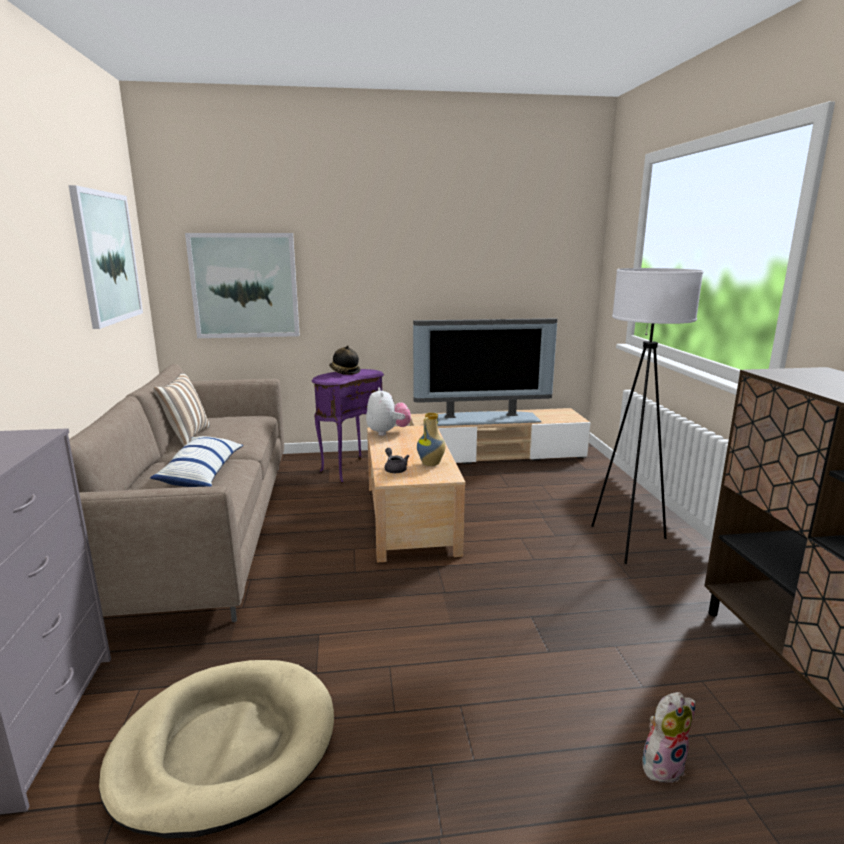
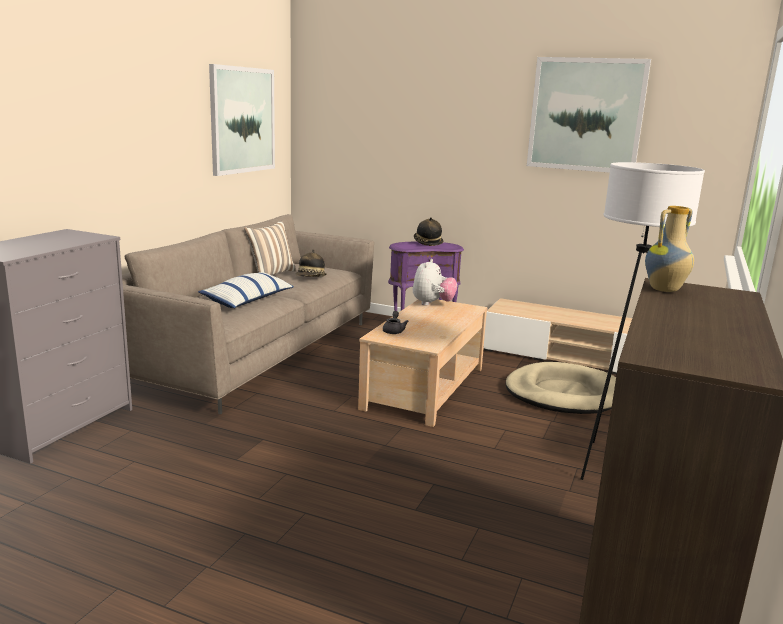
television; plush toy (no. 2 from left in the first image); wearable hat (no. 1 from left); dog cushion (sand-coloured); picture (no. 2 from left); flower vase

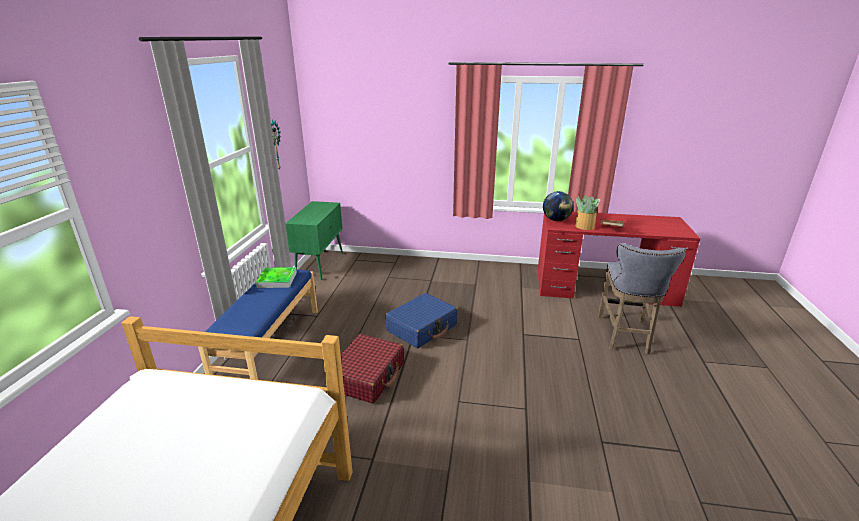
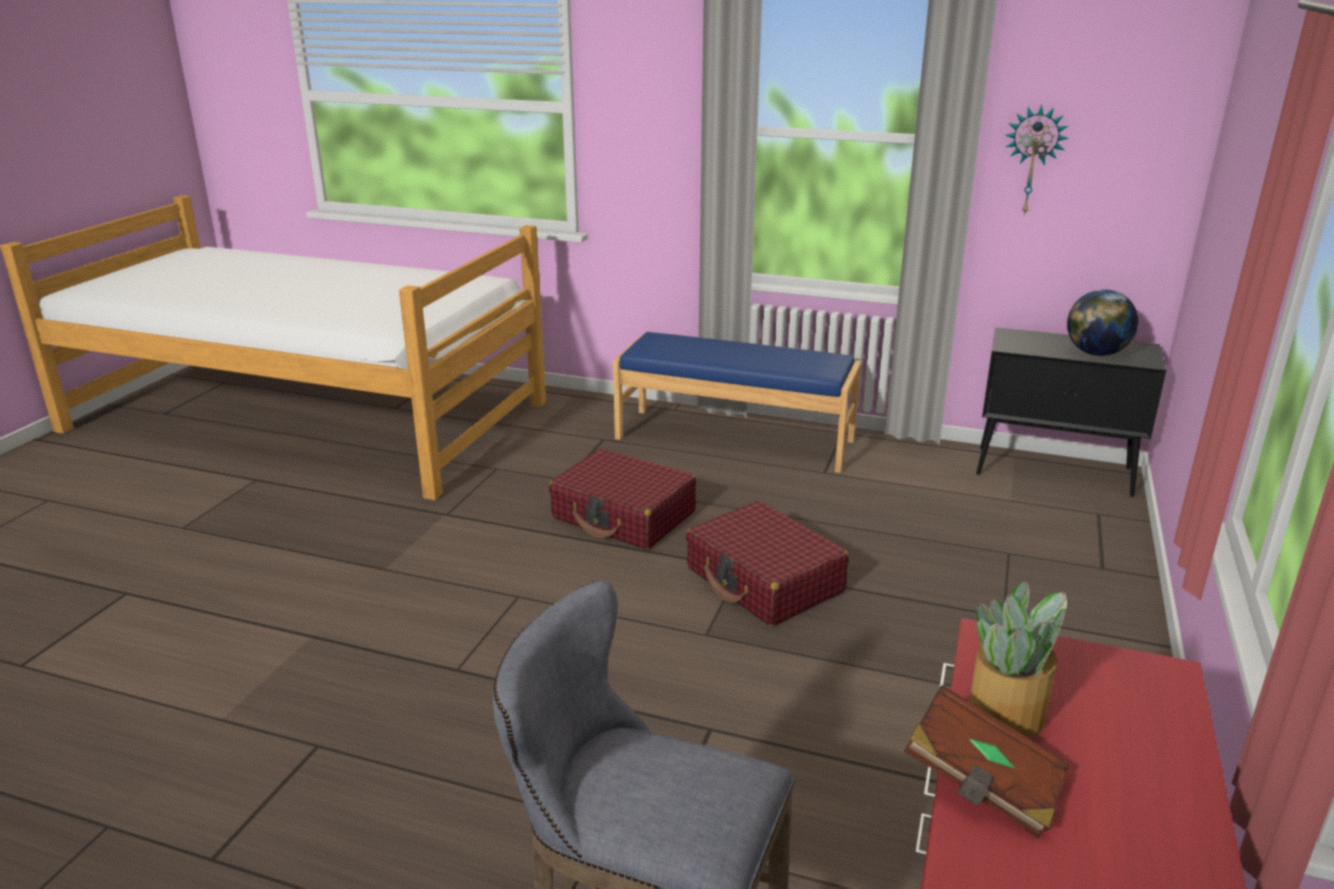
carrying tray; world globe; cabinet (black-coloured); travel case (red-coloured) (no. 2 from left)

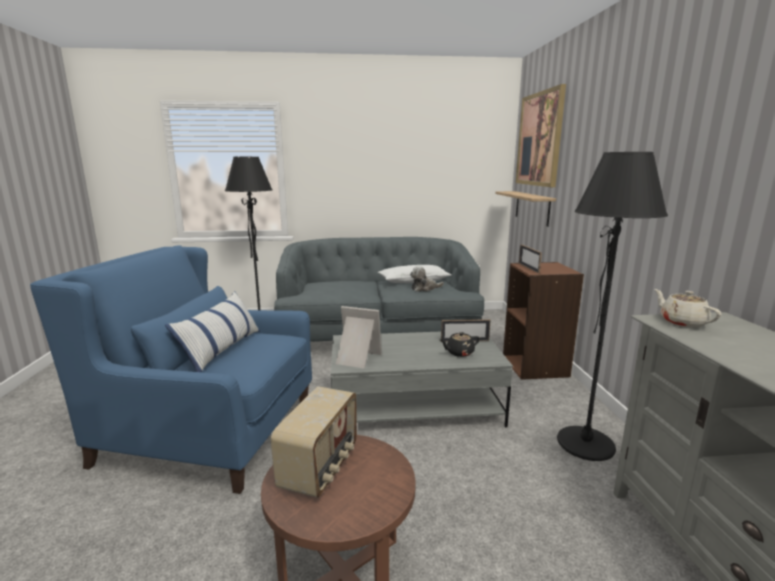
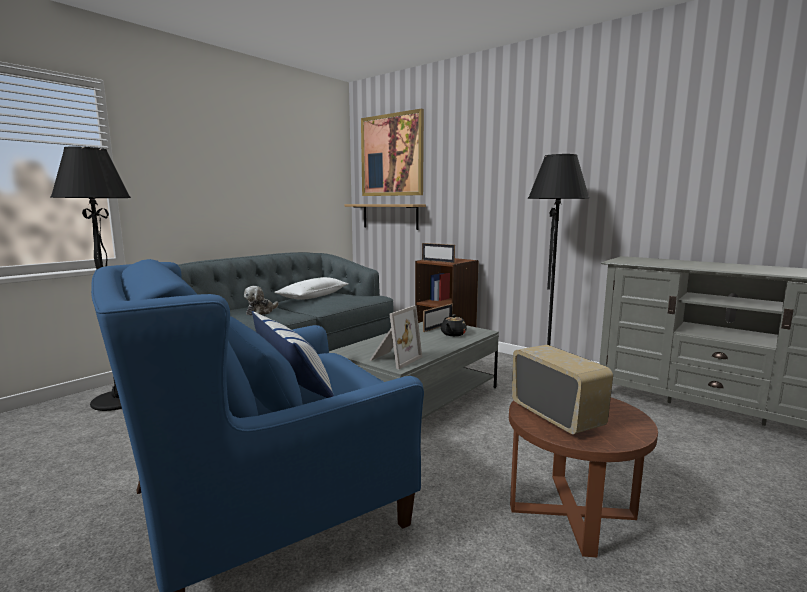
pot for tea (sand-coloured); plush toy; standing frame (no. 1 from left)

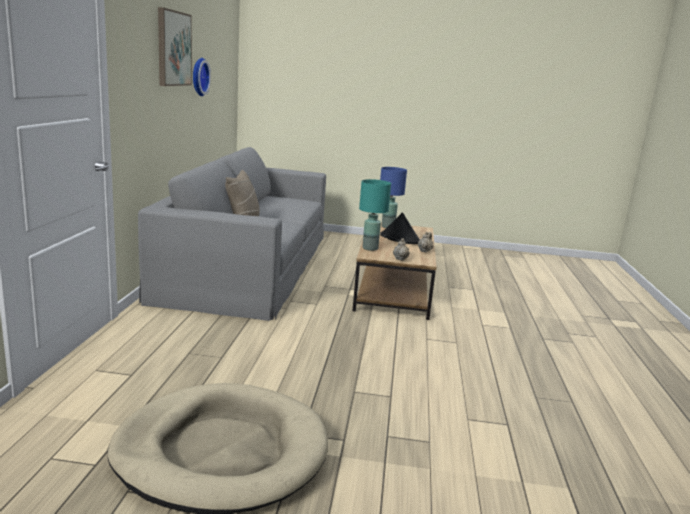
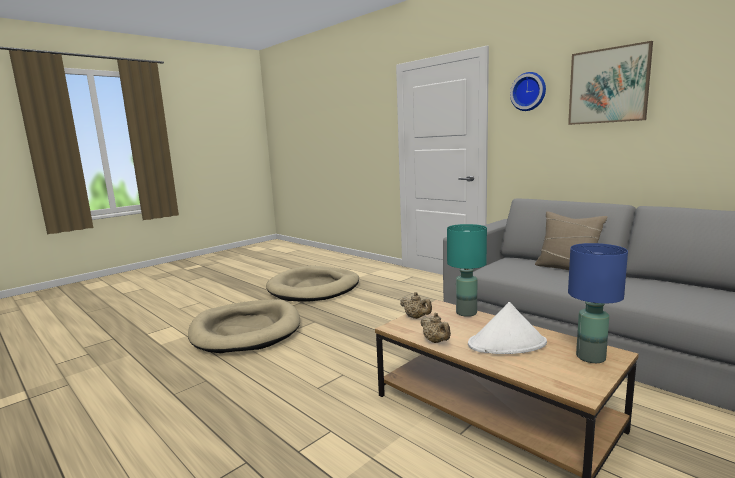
dog cushion (sand-coloured) (no. 1 from left); hanging clock; wearable hat (white-coloured)

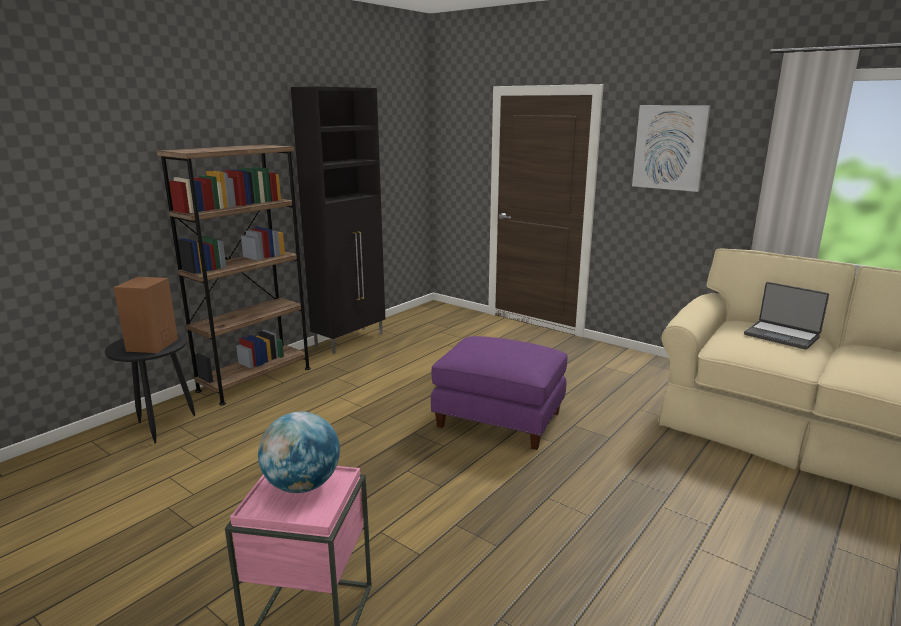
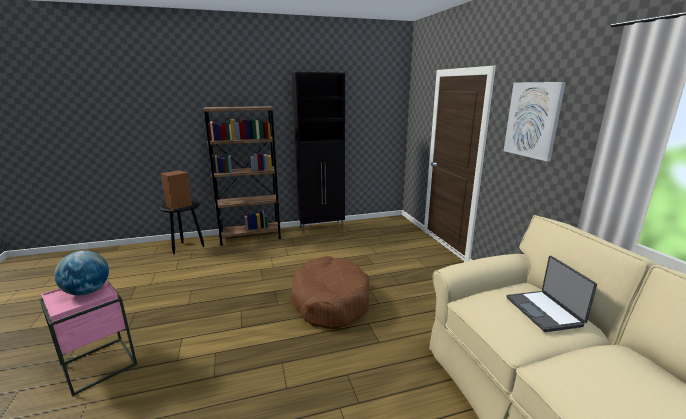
dog cushion (brown)

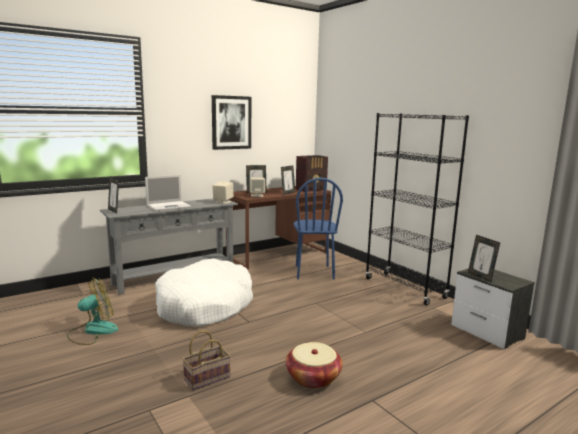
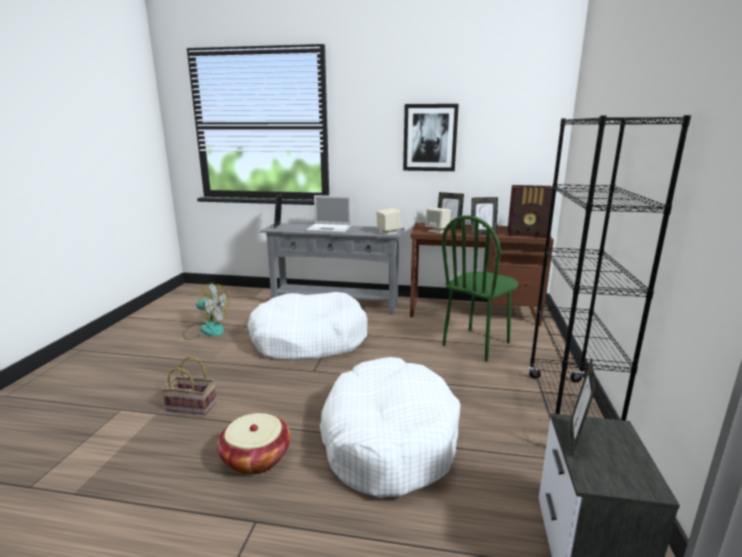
dog cushion (white-coloured) (no. 2 from left); plain chair (green)

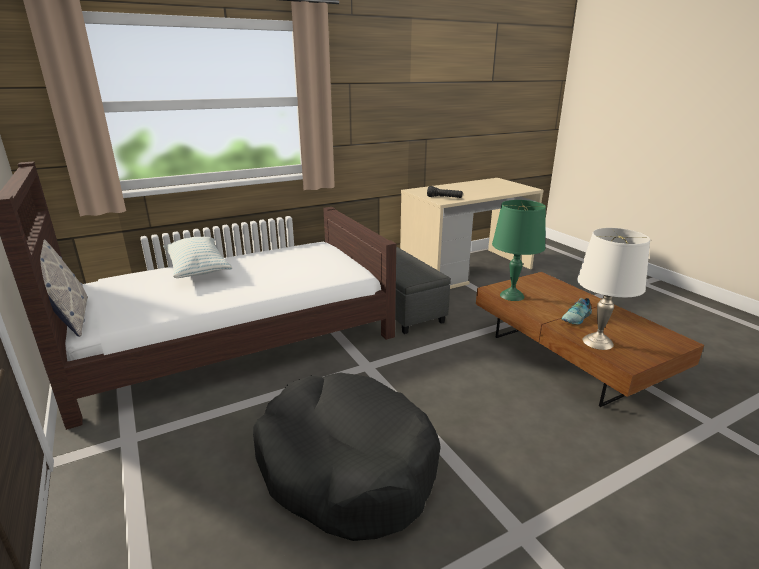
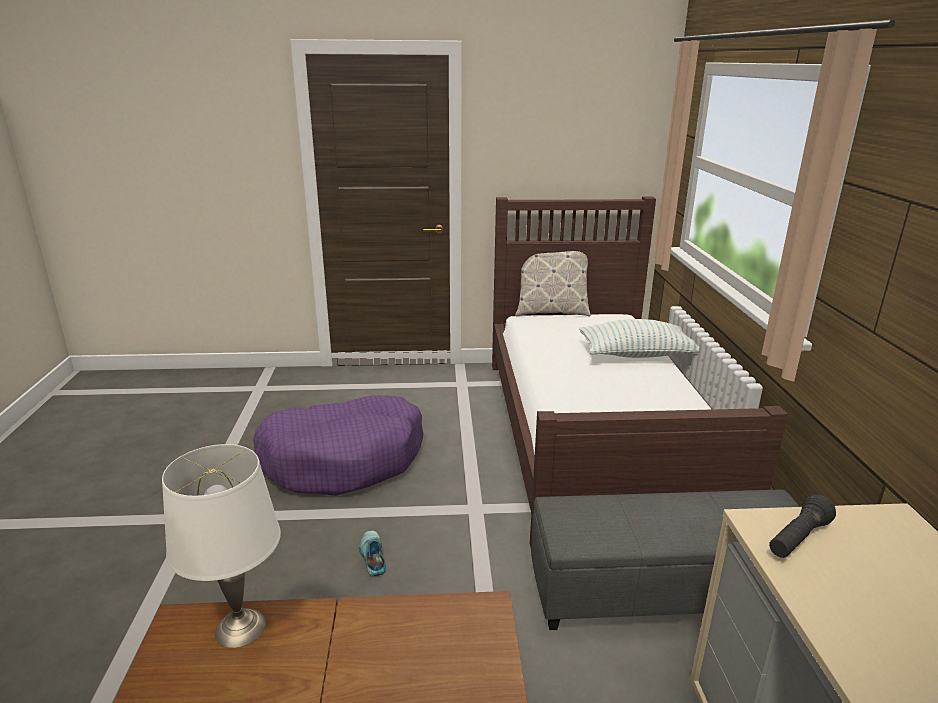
lamp for a table (green); low shoe; dog cushion (purplish)

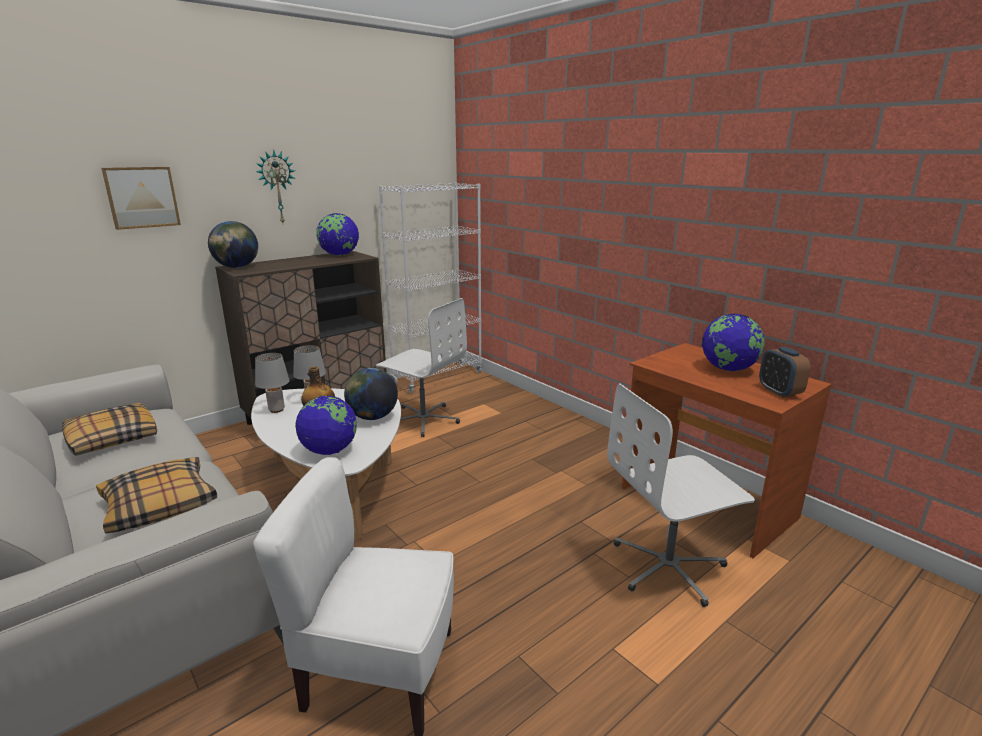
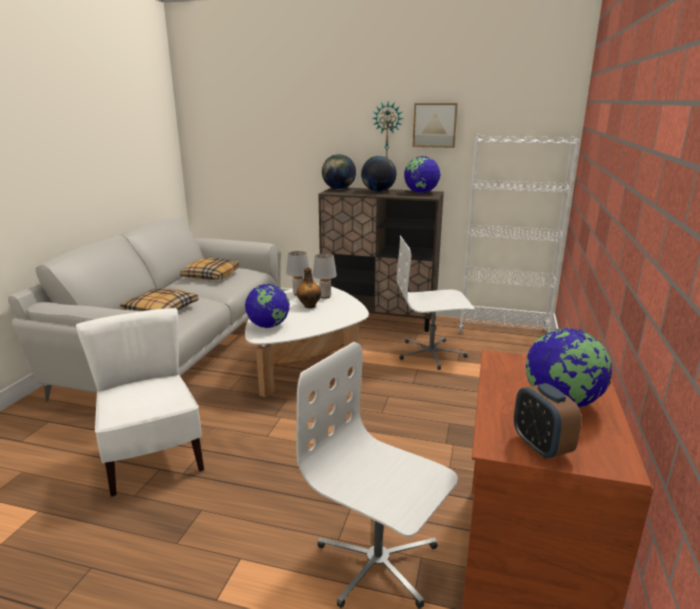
picture; world globe (no. 3 from left); computer chair (white-coloured) (no. 2 from left); bedside clock

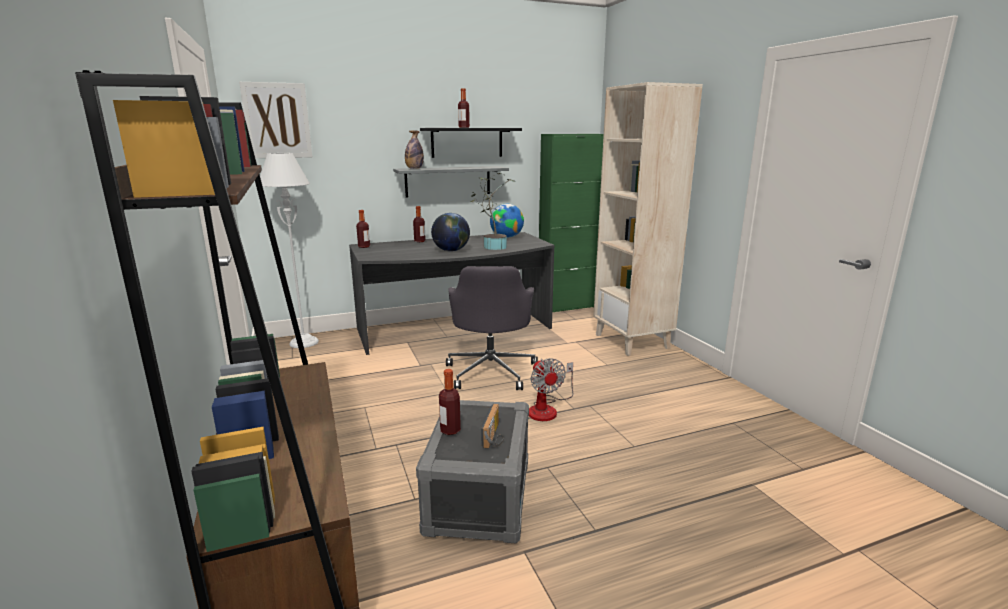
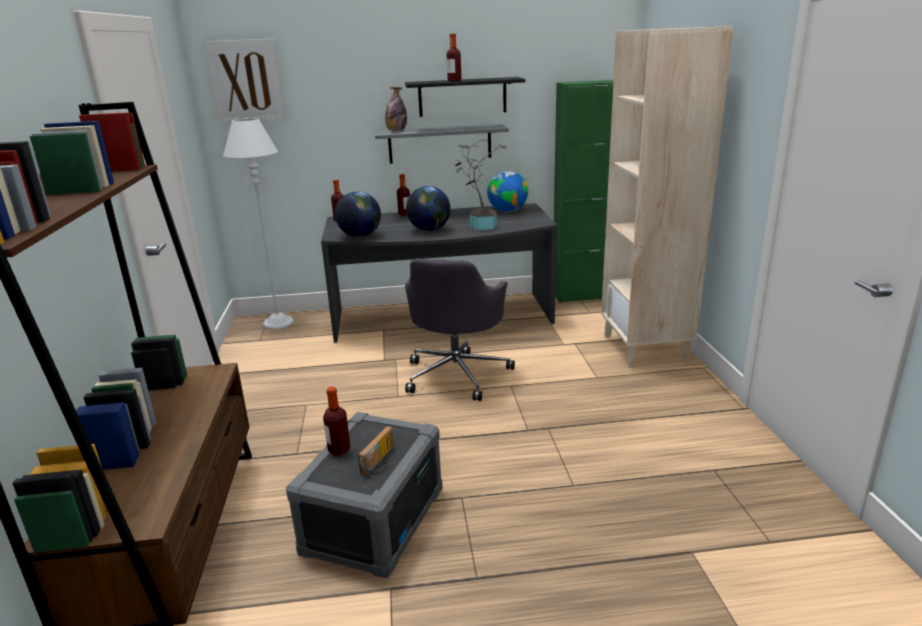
fan; world globe (no. 1 from left)

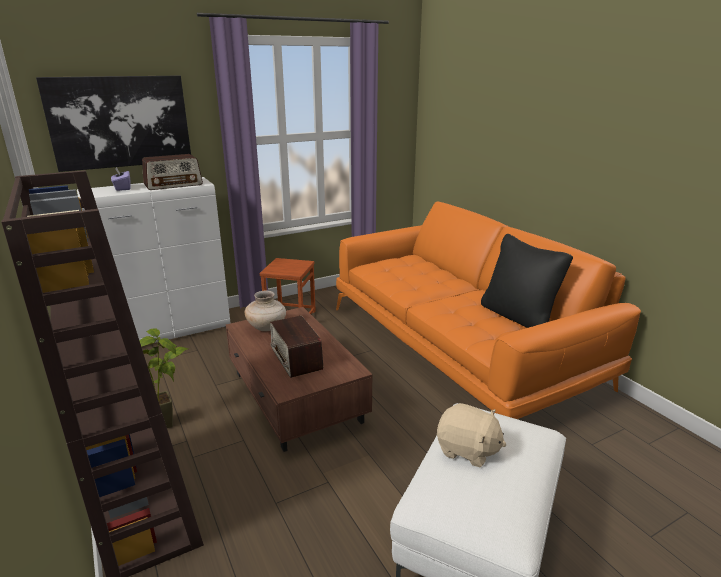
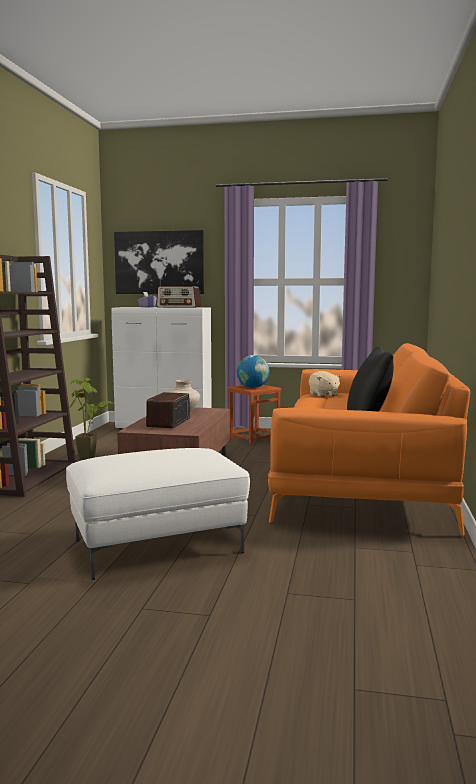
world globe; plush toy (sand-coloured)

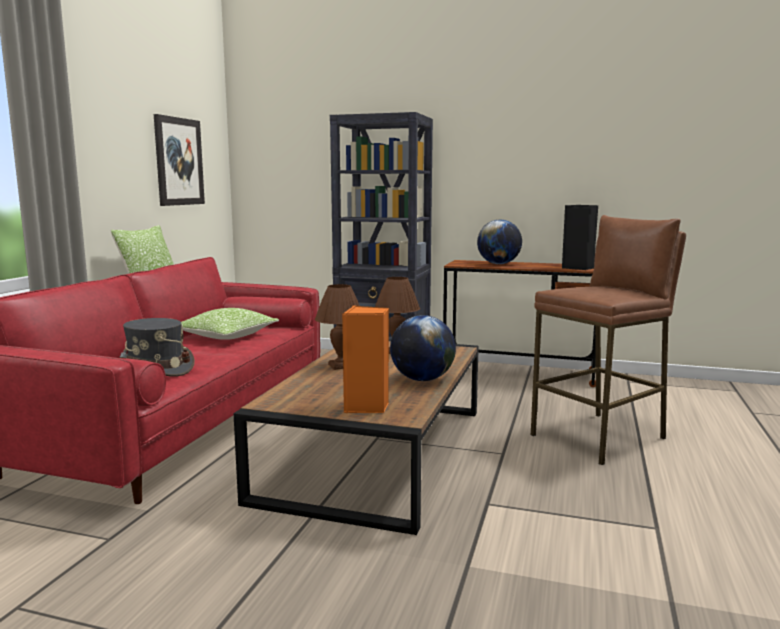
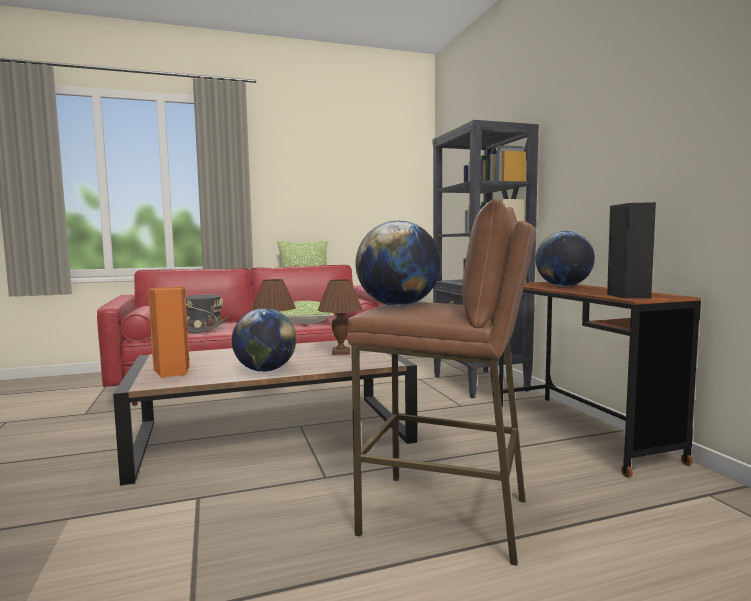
picture; world globe (no. 2 from left)

